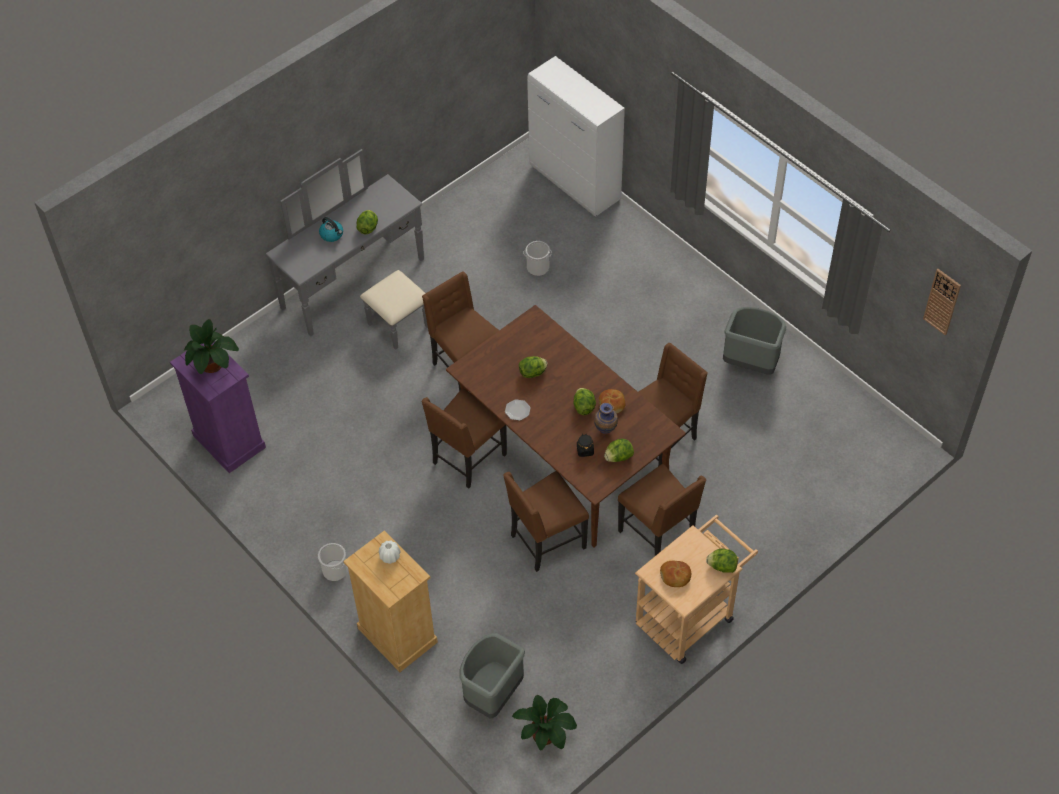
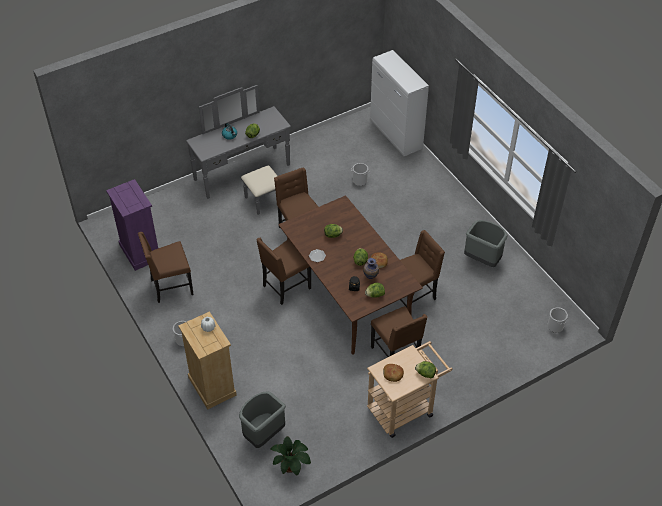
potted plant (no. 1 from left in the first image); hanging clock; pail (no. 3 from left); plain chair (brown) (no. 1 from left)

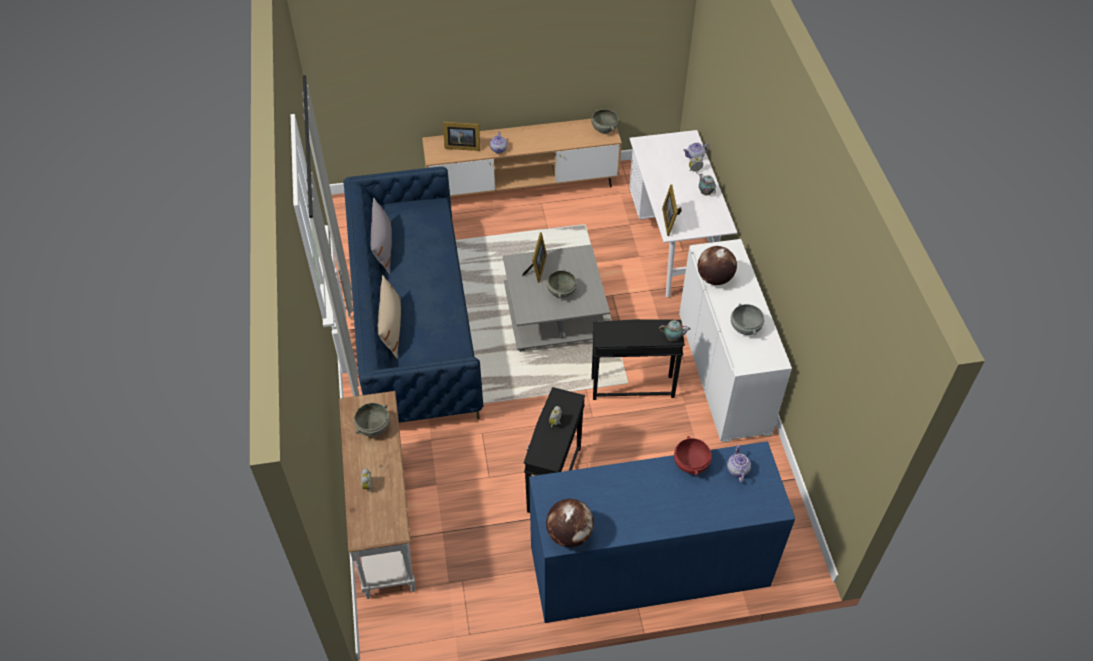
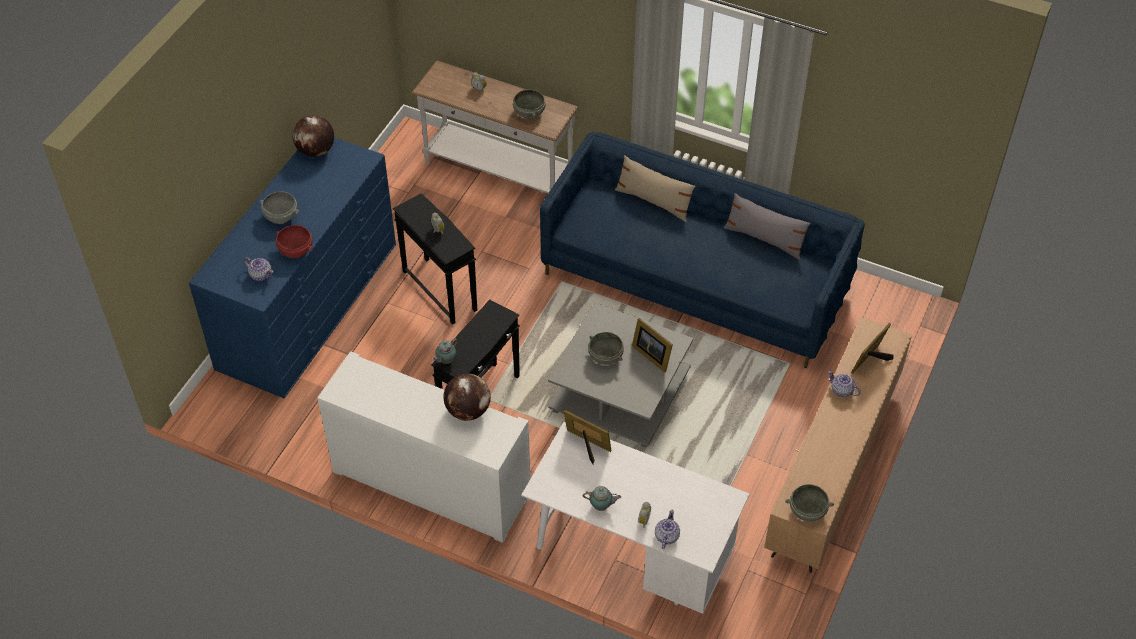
bowl (gray) (no. 1 from left)

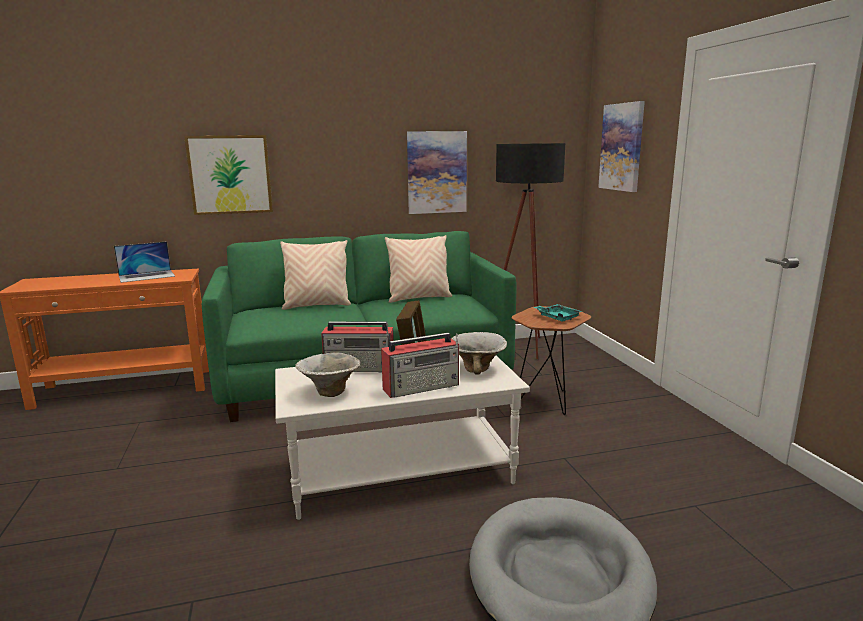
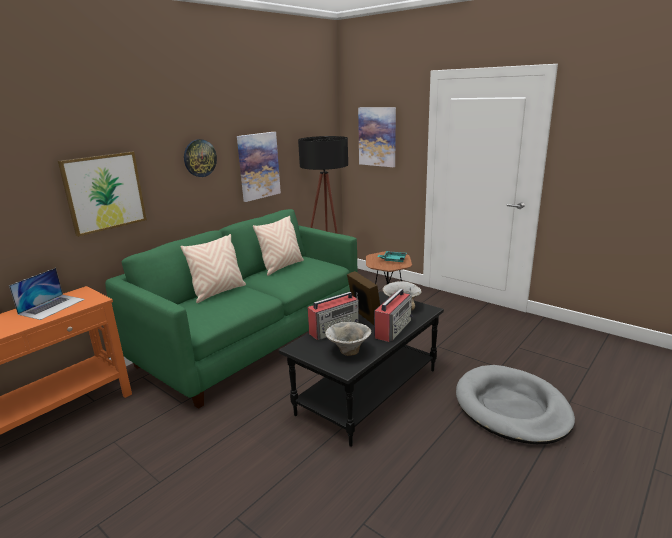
hanging clock; lounge table (black-coloured)

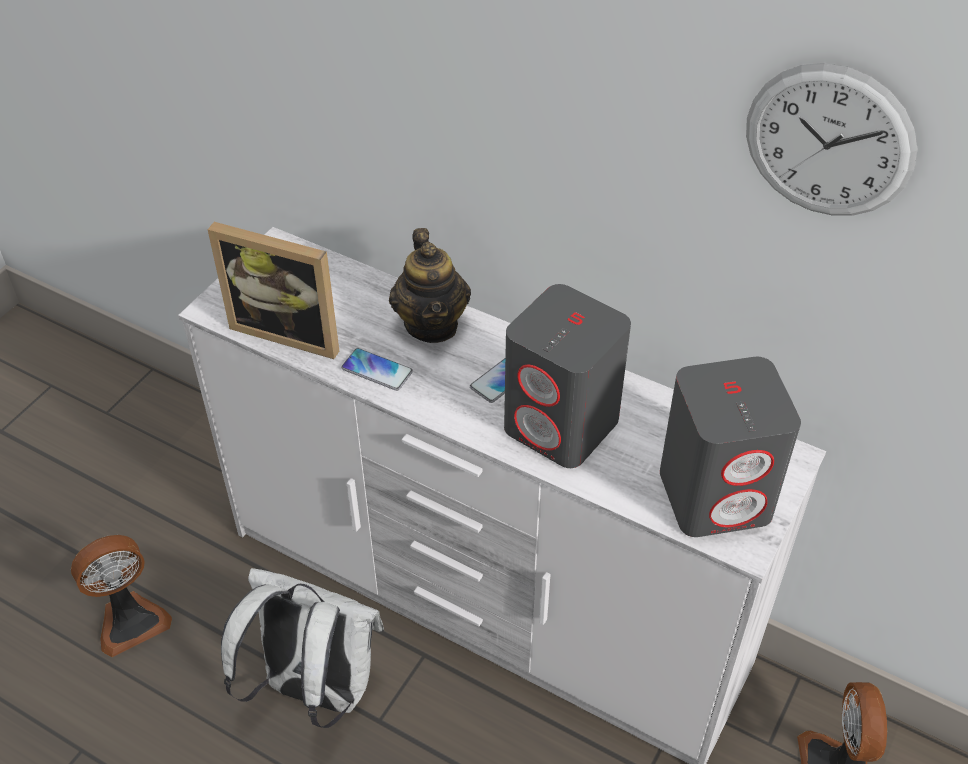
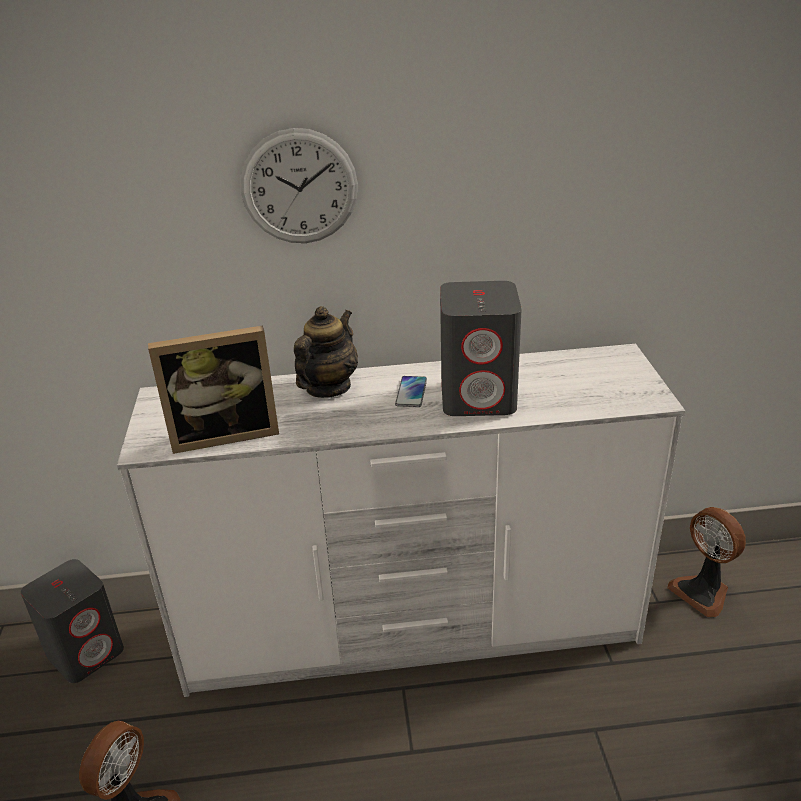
knapsack (white-coloured); handset (no. 1 from left in the first image); speaker (gray) (no. 1 from left); hanging clock; pot for tea

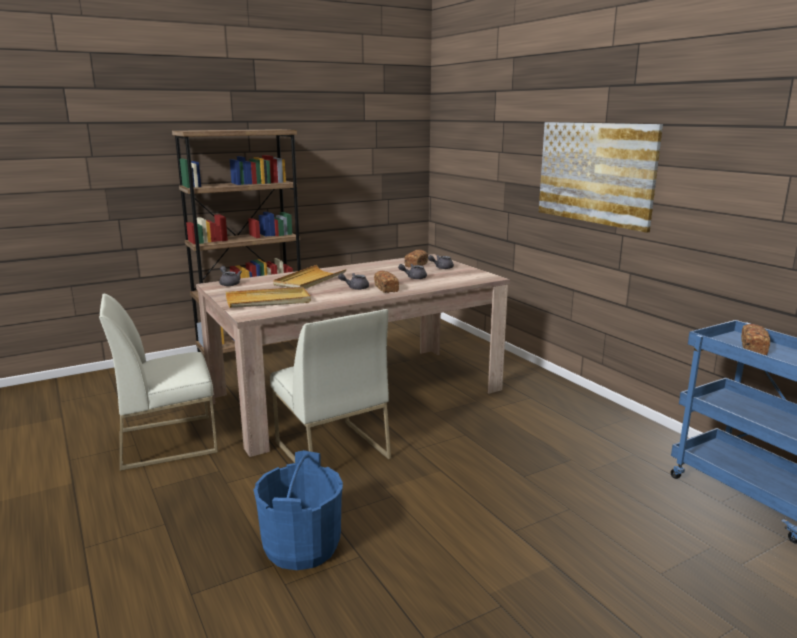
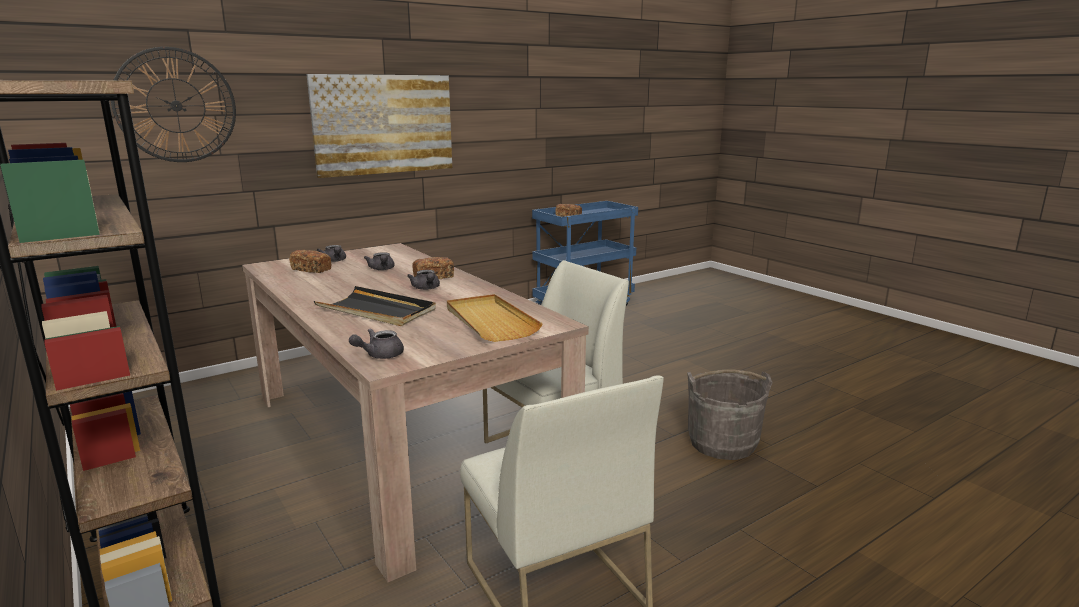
hanging clock; pail (gray); carrying tray (black-coloured)

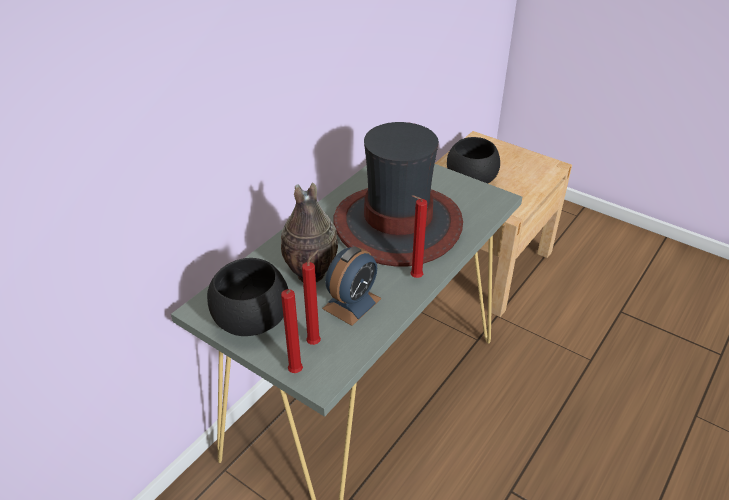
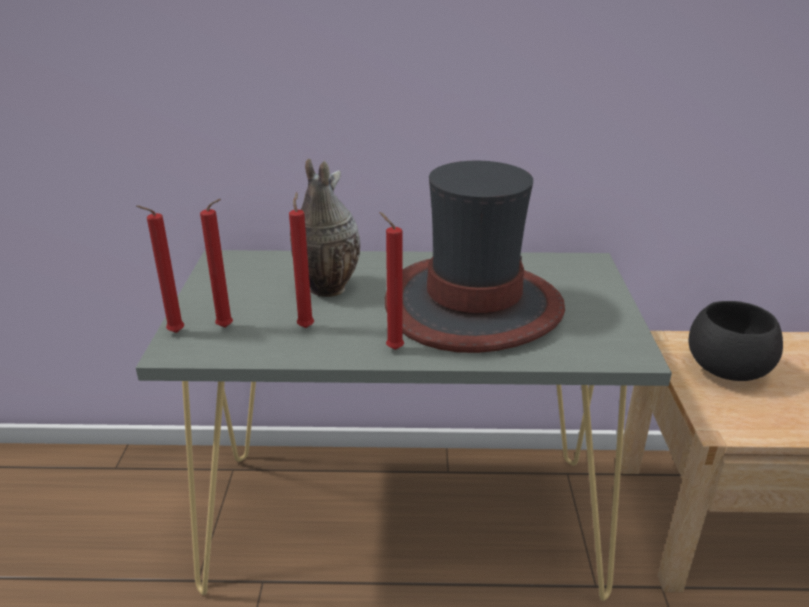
bowl (black-coloured) (no. 1 from left in the first image); wax candle (red-coloured) (no. 3 from left)

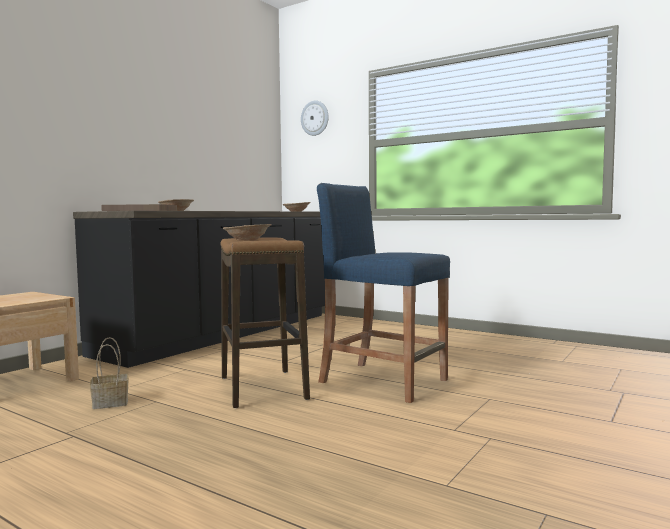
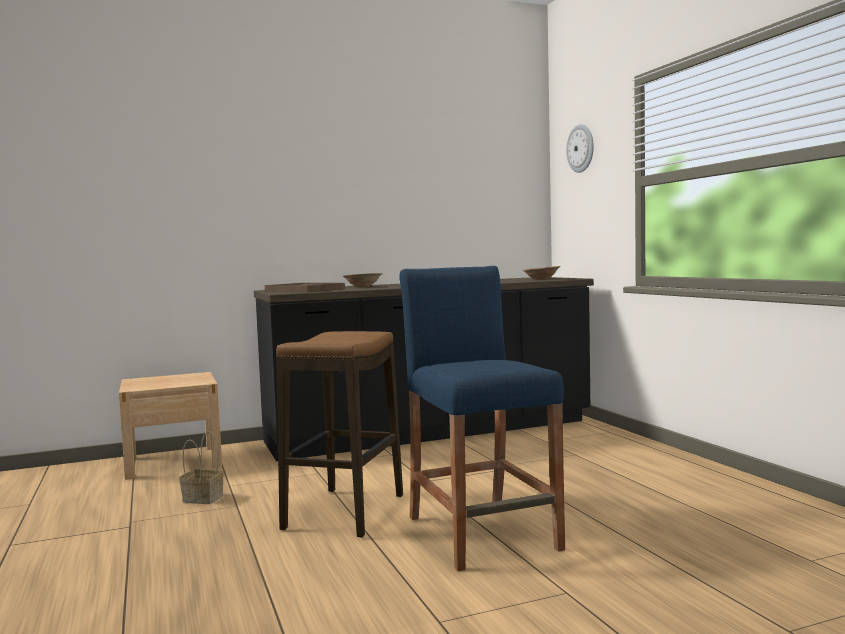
bowl (brown) (no. 2 from left in the first image)

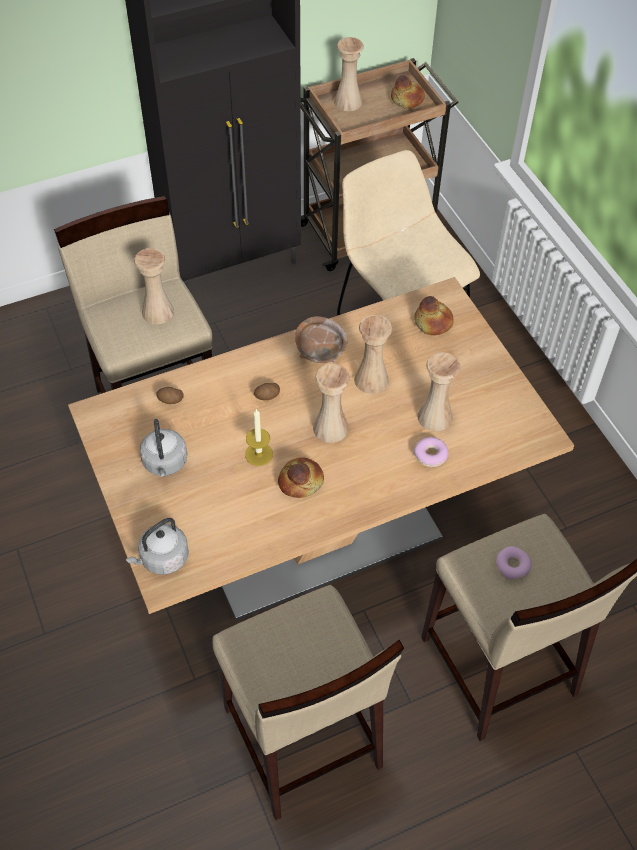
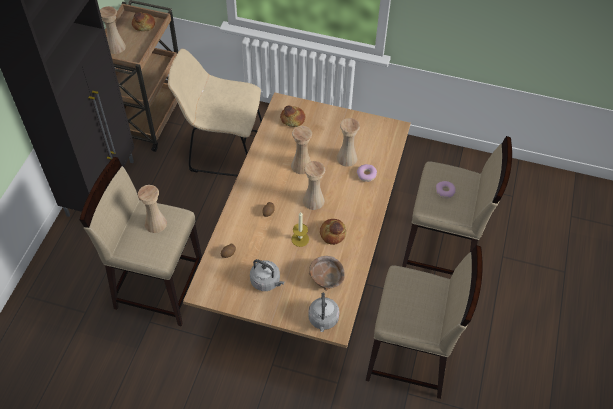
bowl (brown)

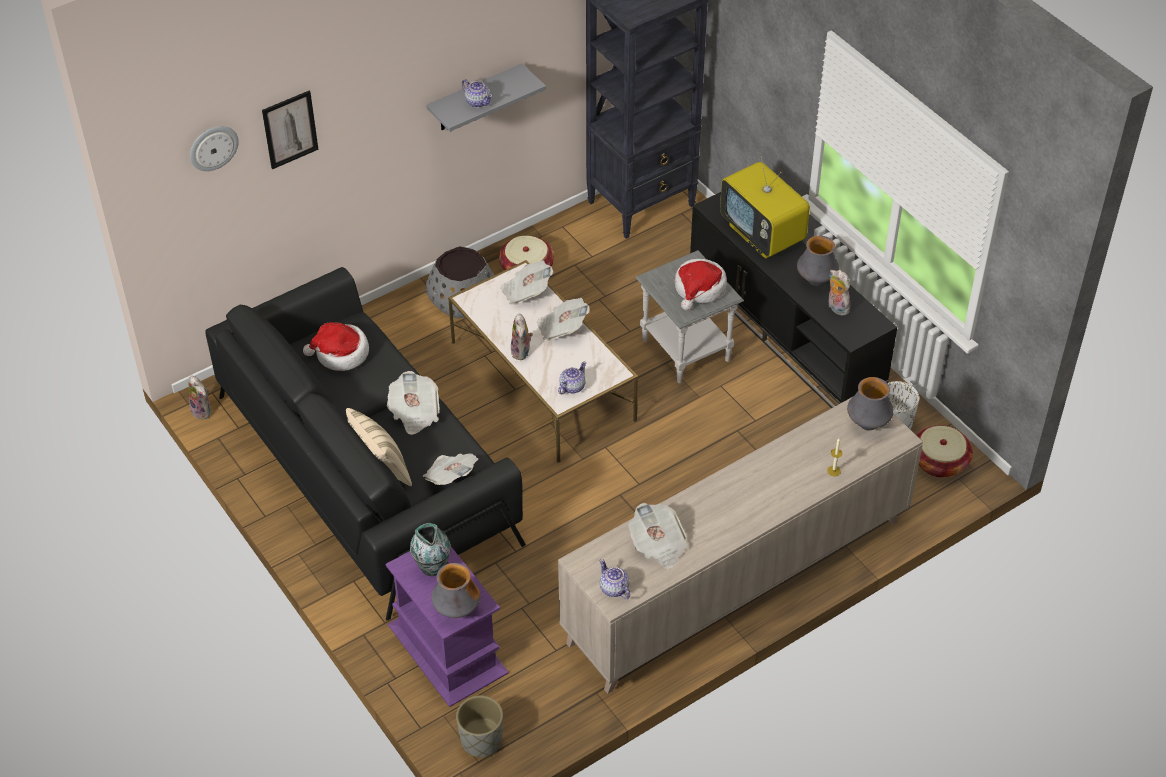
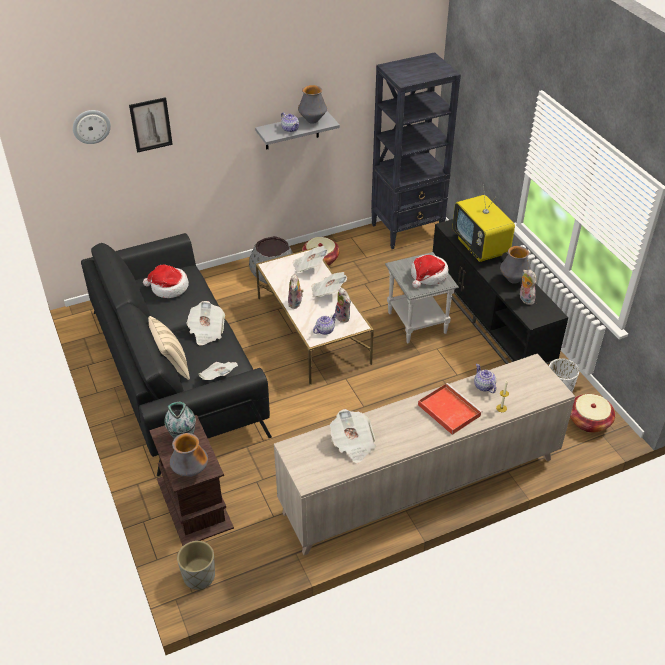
carrying tray (red-coloured); plush toy (no. 2 from left); pot for tea (no. 3 from left); flower vase (no. 3 from left); end table (brown)

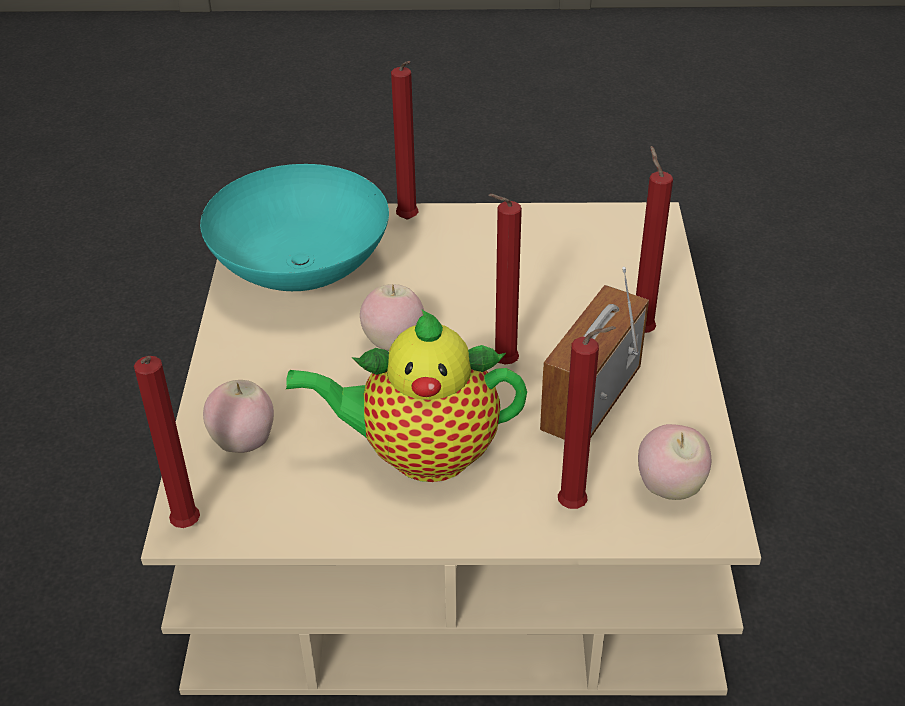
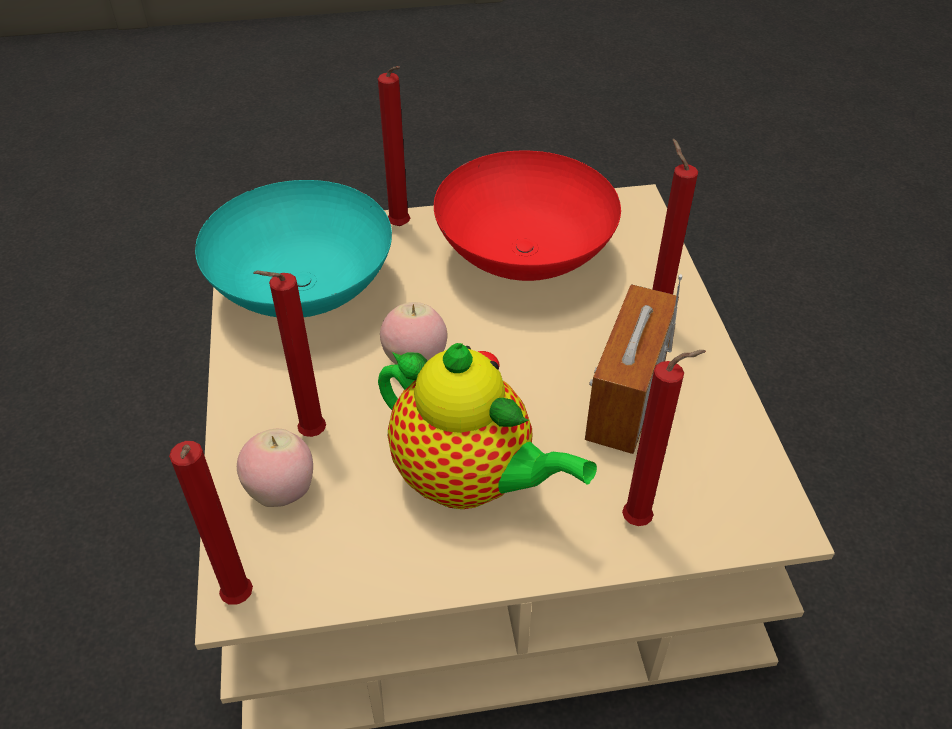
whole apple (no. 3 from left in the first image); bowl (red-coloured); wax candle (red-coloured) (no. 2 from left); pot for tea

